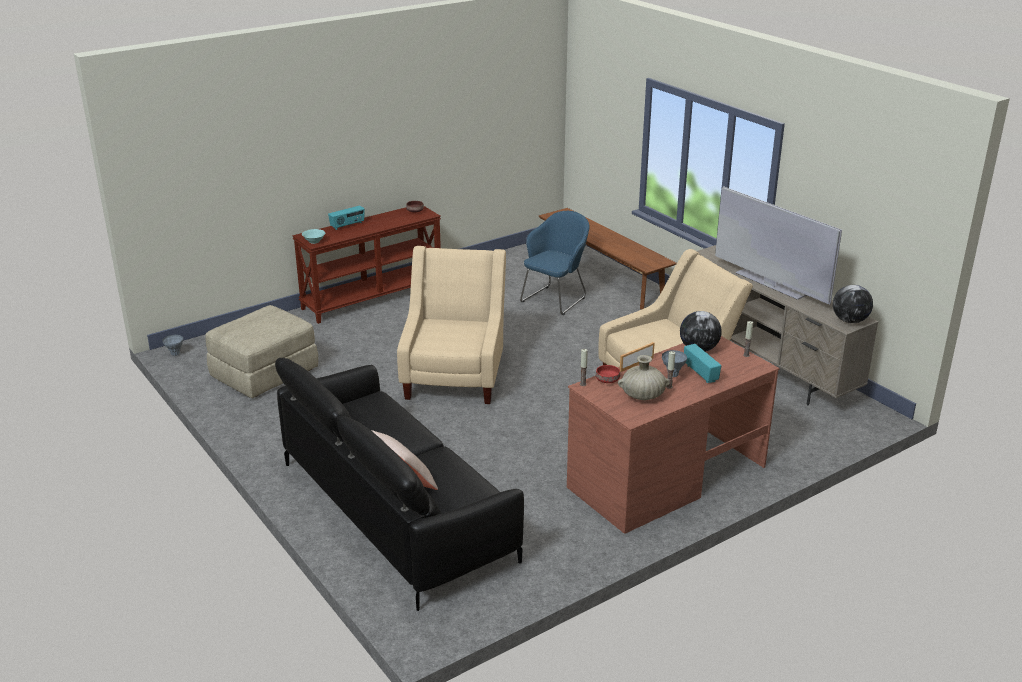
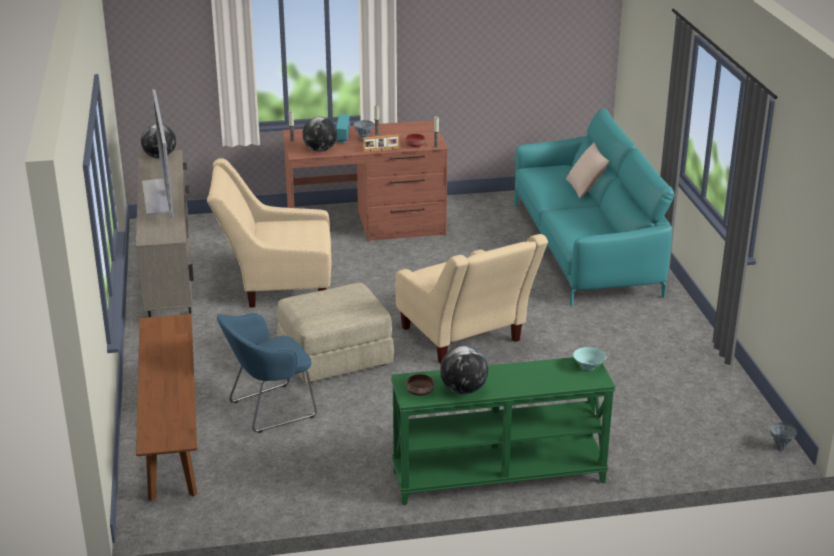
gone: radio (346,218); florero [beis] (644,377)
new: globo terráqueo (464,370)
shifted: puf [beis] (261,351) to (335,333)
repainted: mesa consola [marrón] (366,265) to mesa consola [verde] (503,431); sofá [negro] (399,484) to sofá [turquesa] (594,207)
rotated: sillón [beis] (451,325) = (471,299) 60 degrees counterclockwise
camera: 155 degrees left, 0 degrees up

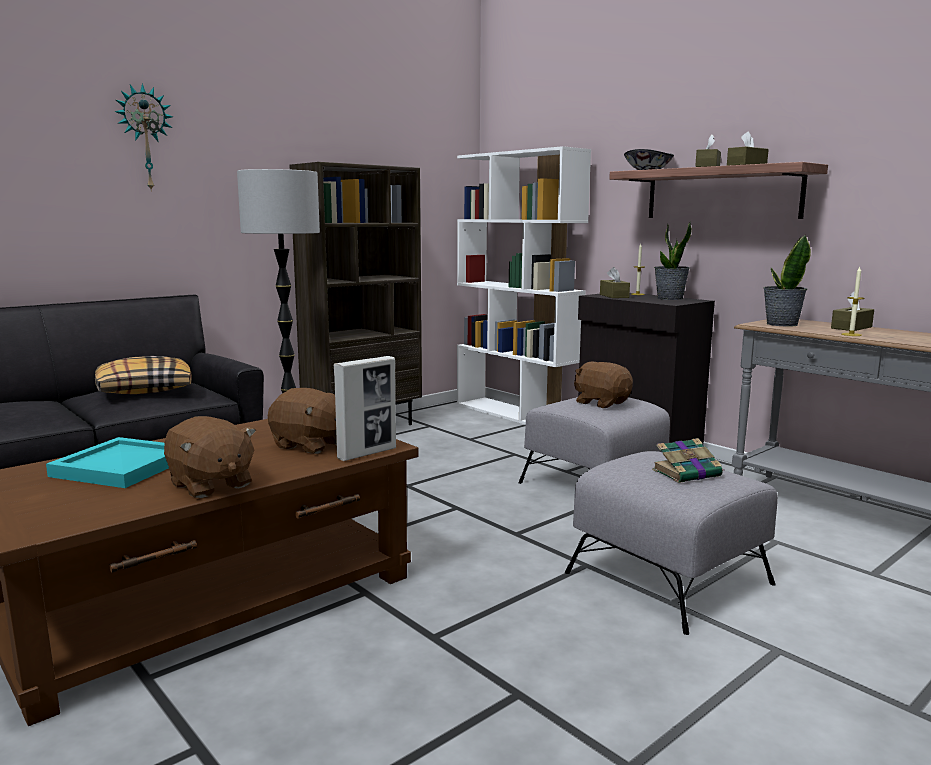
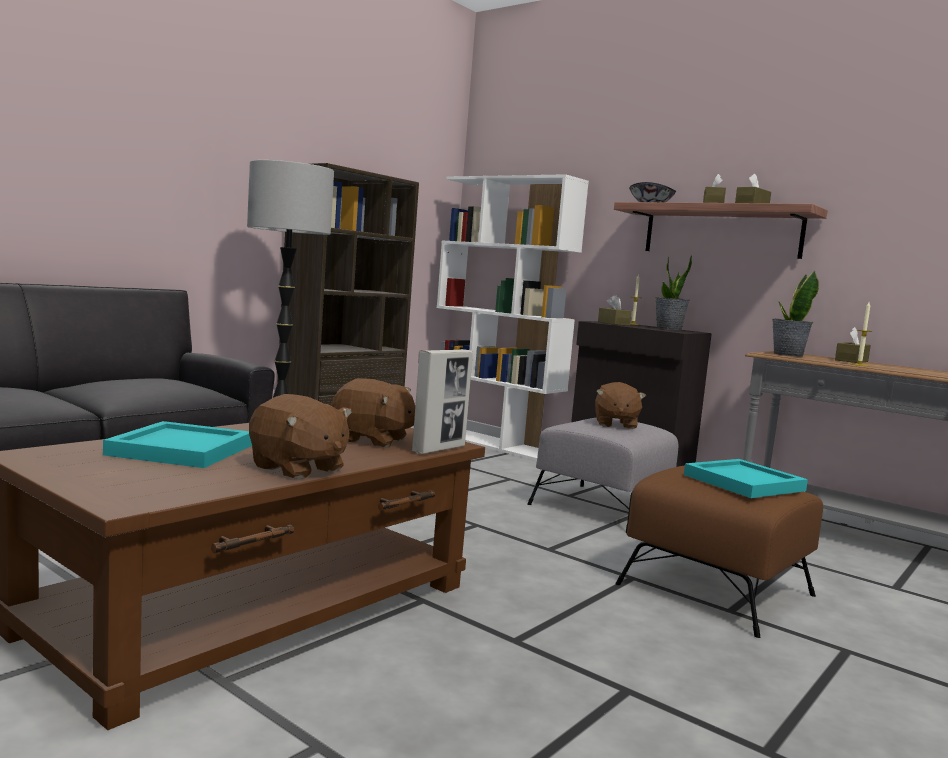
gone: reloj de pared (143,137); cojín (143,375)
swapped: libro (687,460) to bandeja [turquesa] (746,478)
repainted: puf [gris] (671,543) to puf [marrón] (719,552)
rotated: peluche [marrón] (603,384) = (620,405) 120 degrees counterclockwise
camera: 10 degrees left, 5 degrees down

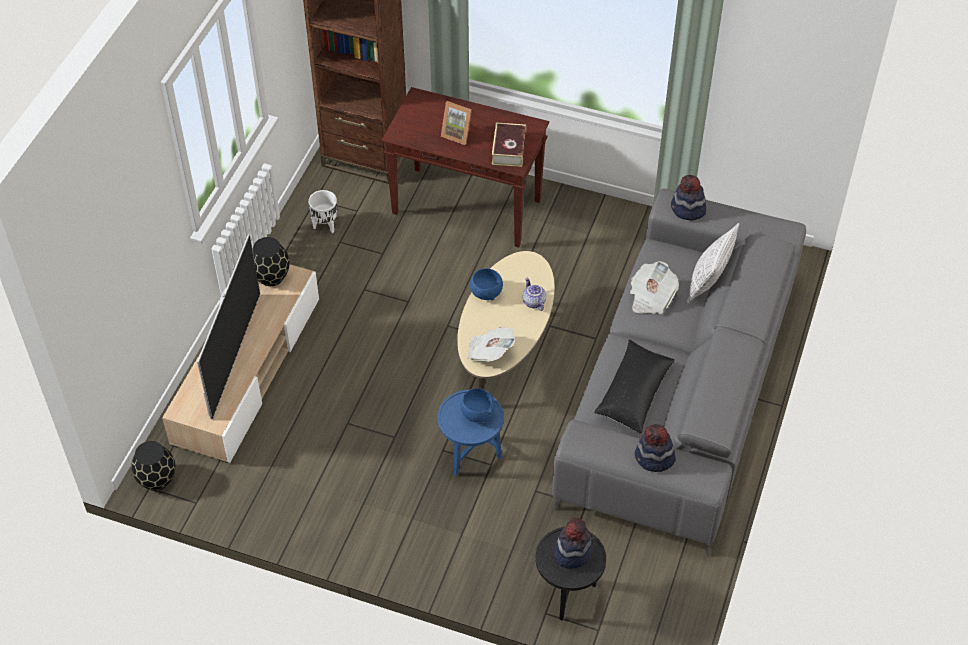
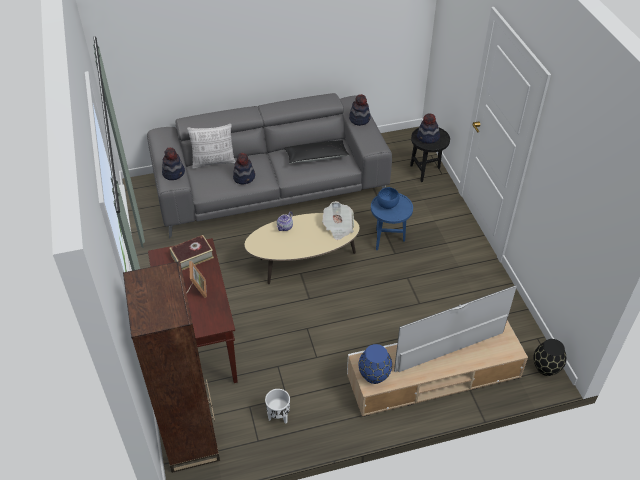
gone: cuenco [azul] (486,284)
swapped: periódico (654,287) to sombrero (244,168)
repainted: florero [negro] (271,261) to florero [azul] (375,364)
camera: 125 degrees left, 5 degrees down

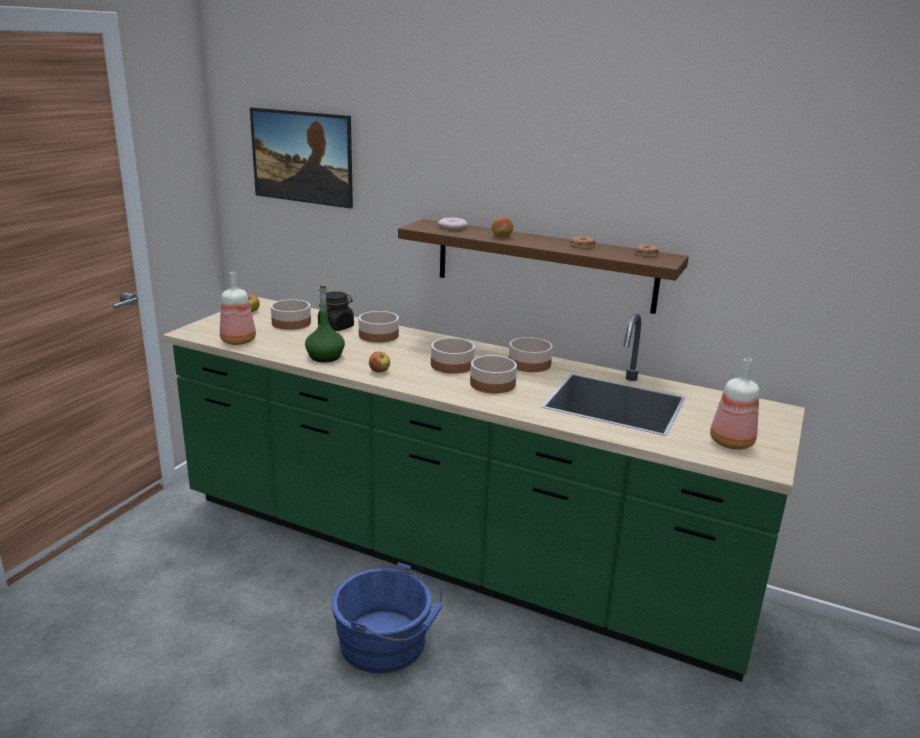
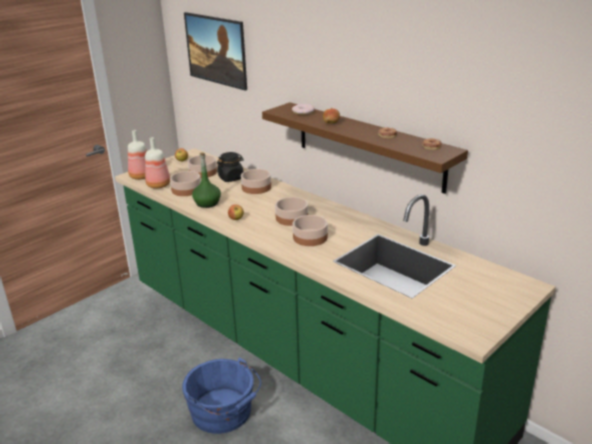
shifted: cuenco (531,354) to (185,183); botella (734,404) to (137,155)
camera: 20 degrees right, 5 degrees up

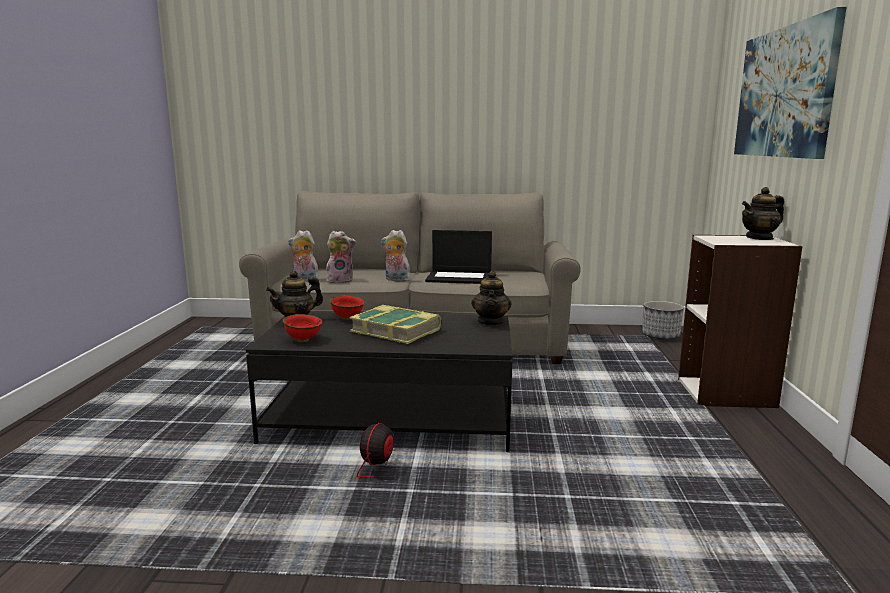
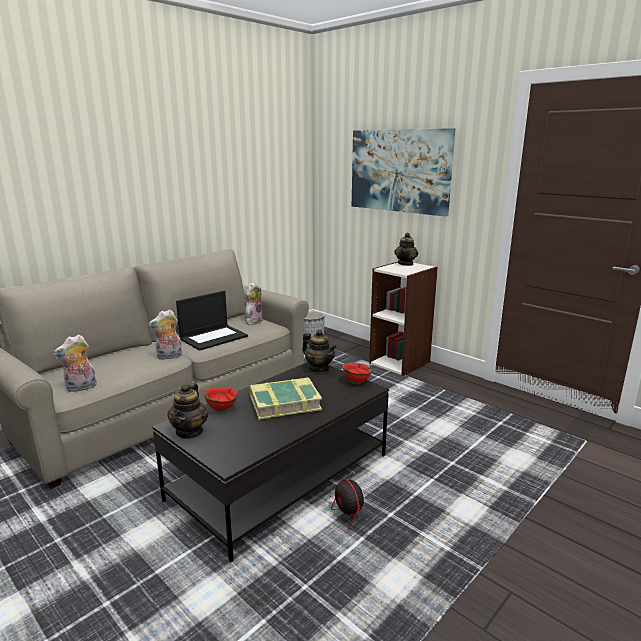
shifted: peluche (341,257) to (253,303); cuenco [rojo] (303,328) to (358,373)
camera: 50 degrees left, 5 degrees up

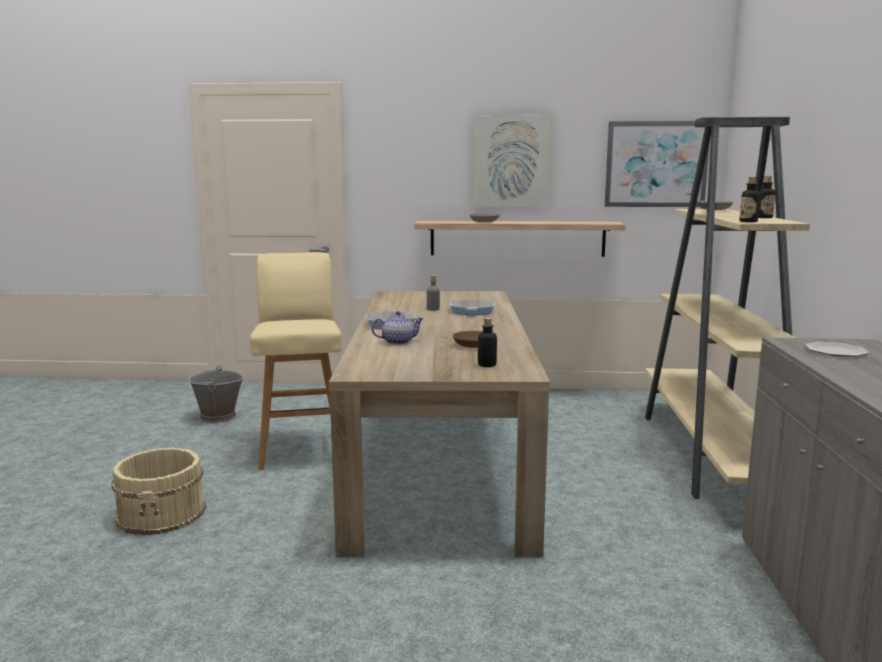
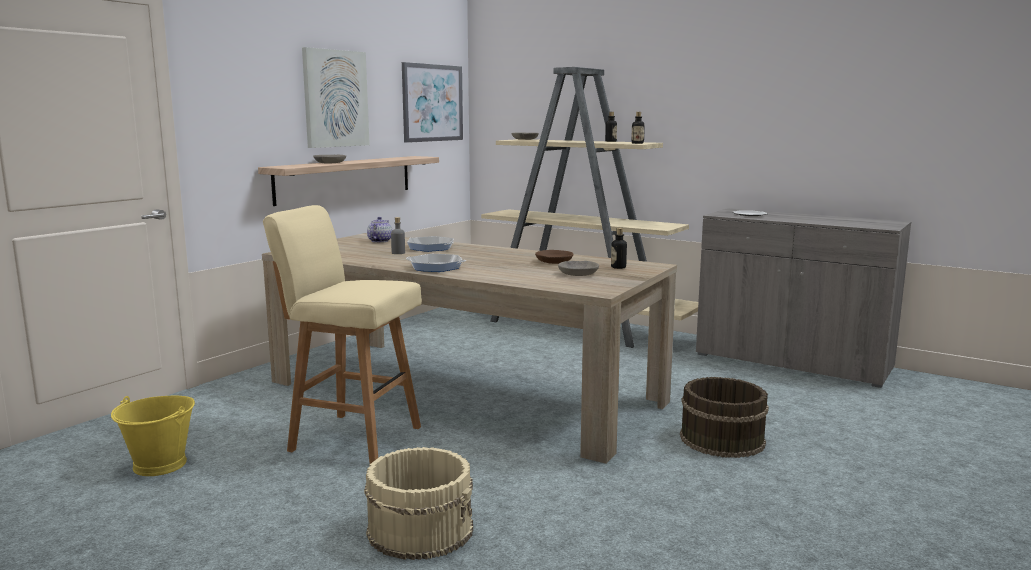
new: cuenco [gris] (578,268); cubo [marrón] (724,417)
shifted: tetera (397,328) to (379,230)
repainted: cubo [gris] (216,394) to cubo [amarillo] (153,436)
camera: 60 degrees left, 0 degrees up

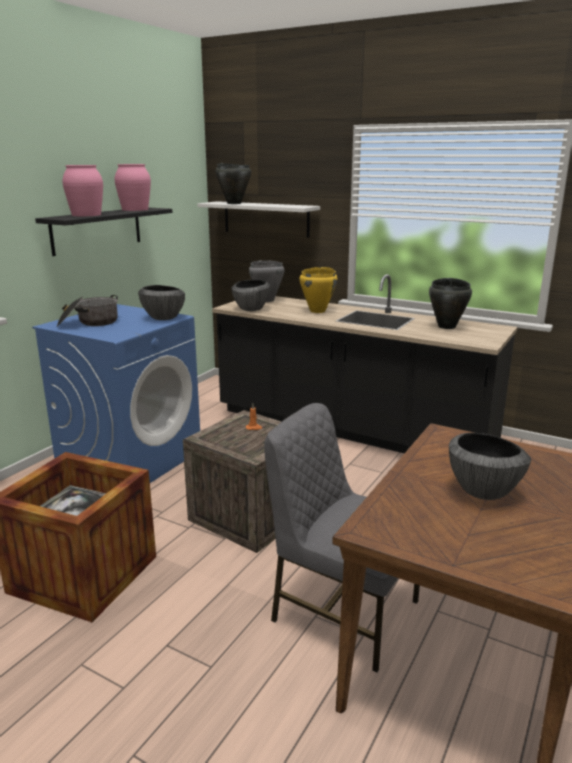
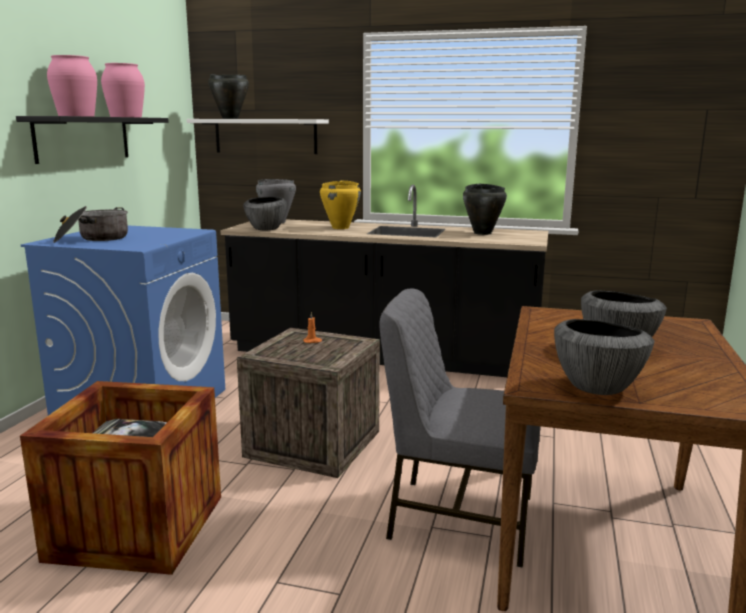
shifted: cuenco (161,302) to (604,357)
camera: 15 degrees left, 5 degrees down

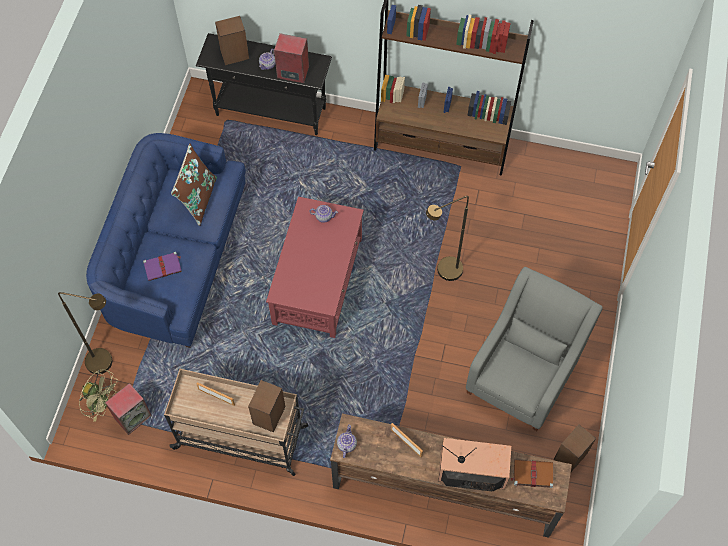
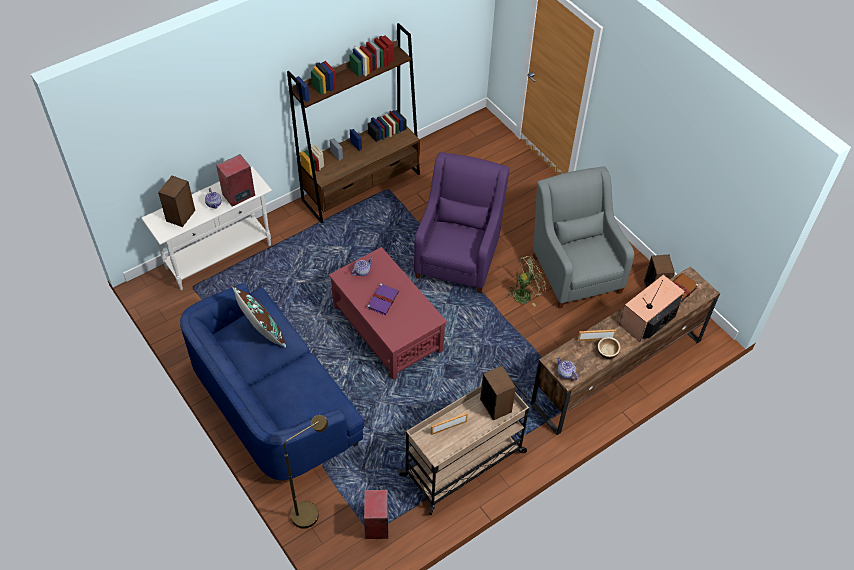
new: cuenco (609,348)
shifted: libro [morado] (162,266) to (383,299); ventilador [verde] (98,395) to (526,280)
swapped: lámpara de pie [marrón] (447,238) to sillón [morado] (461,222)
repainted: mesa consola [negro] (264,84) to mesa consola [blanco] (206,228)
camera: 50 degrees left, 10 degrees down

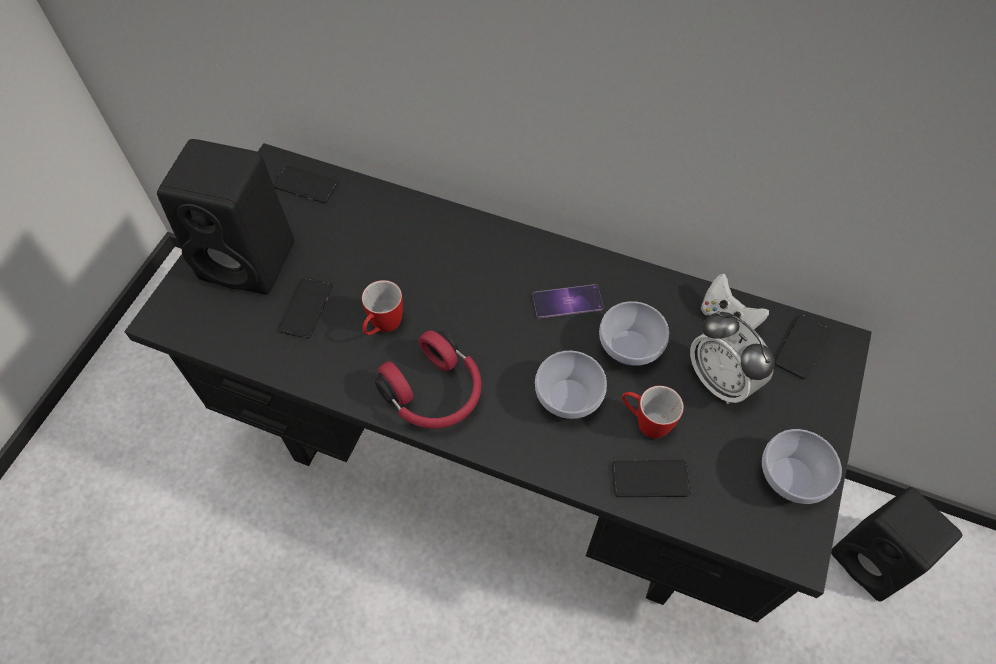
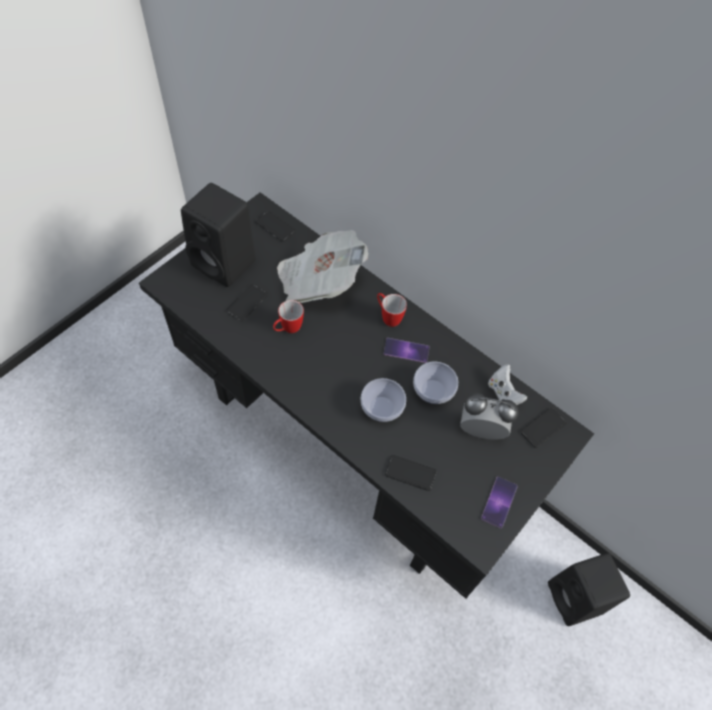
gone: auriculares [rojo] (428,380)
new: periódico (322,266)
shifted: taza grande (653,411) to (392,310)
swapped: cuenco (802,466) to móvil (499,503)
rotated: despertador (732,357) = (489,416) 120 degrees clockwise
camera: 15 degrees right, 0 degrees up

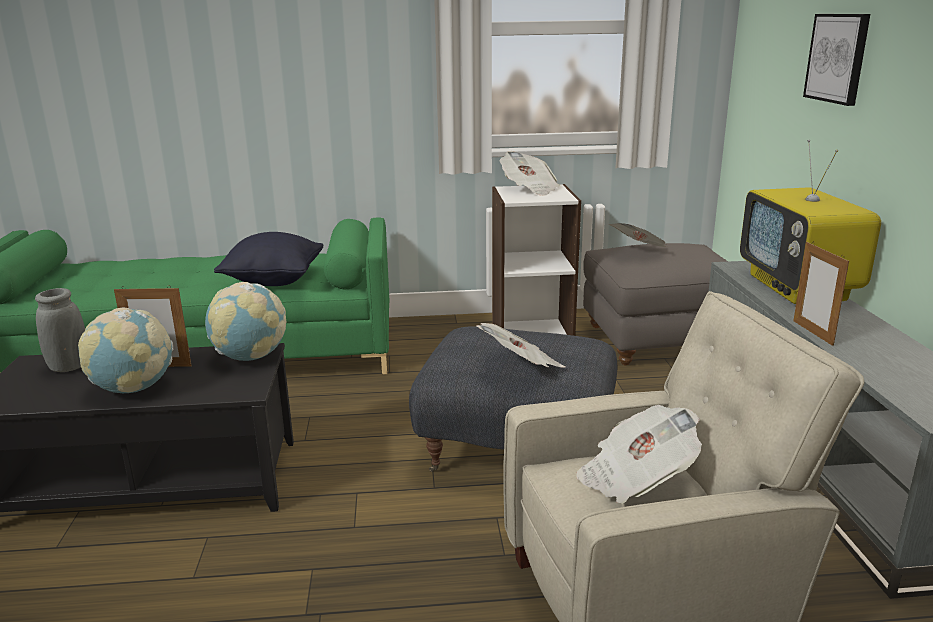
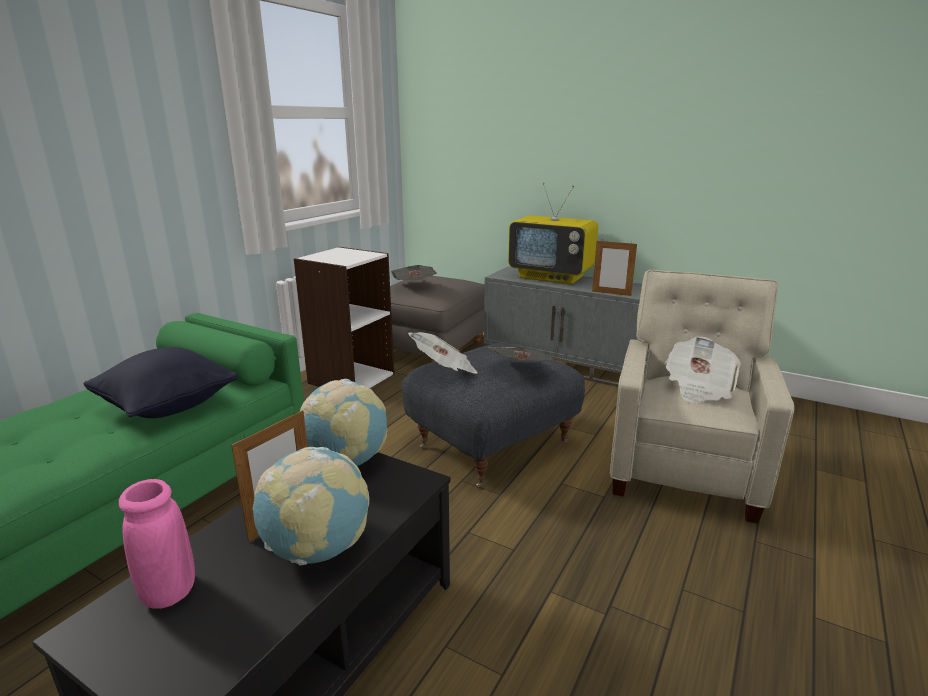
gone: cuadro (836,60)
shifted: periódico (530,173) to (443,353)
repainted: florero [gris] (60,330) to florero [rosa] (157,544)
camera: 55 degrees left, 0 degrees up

